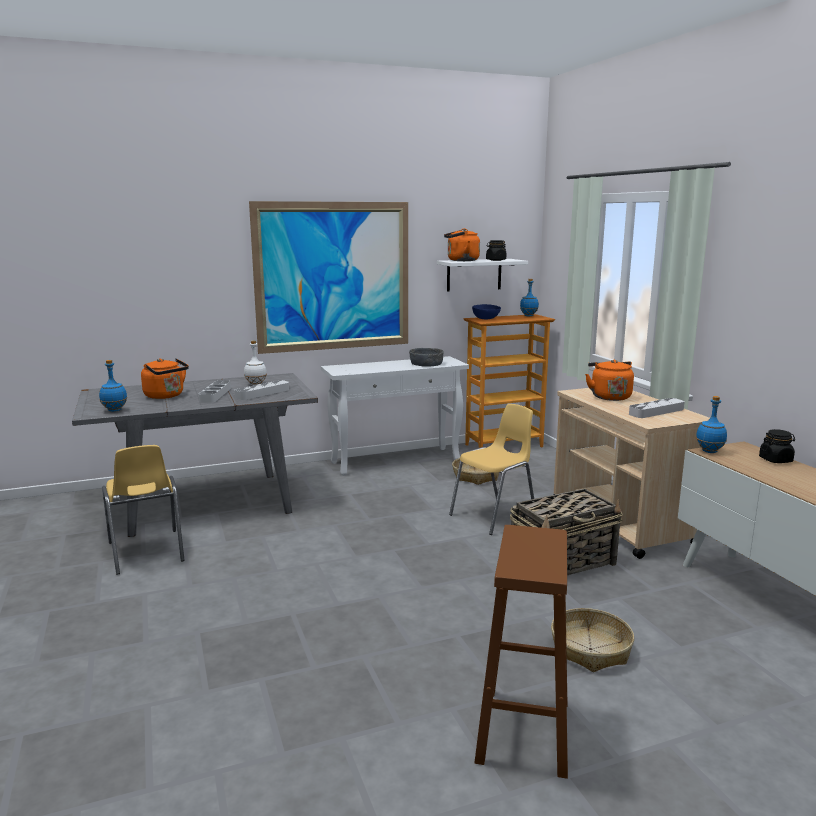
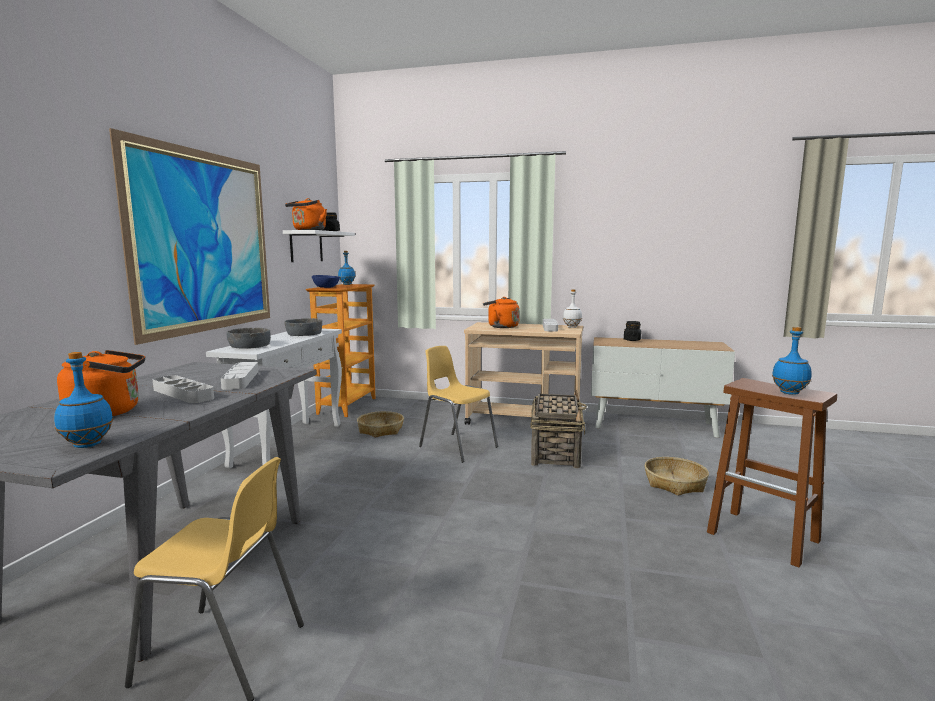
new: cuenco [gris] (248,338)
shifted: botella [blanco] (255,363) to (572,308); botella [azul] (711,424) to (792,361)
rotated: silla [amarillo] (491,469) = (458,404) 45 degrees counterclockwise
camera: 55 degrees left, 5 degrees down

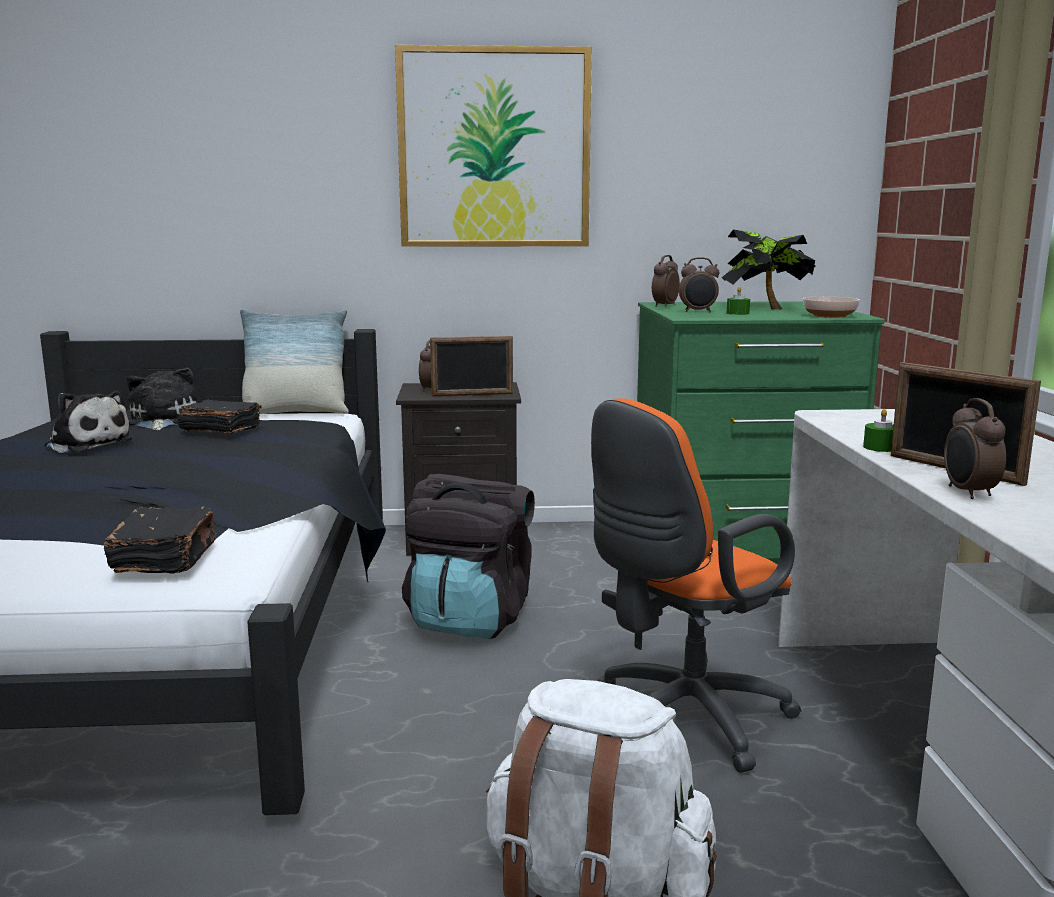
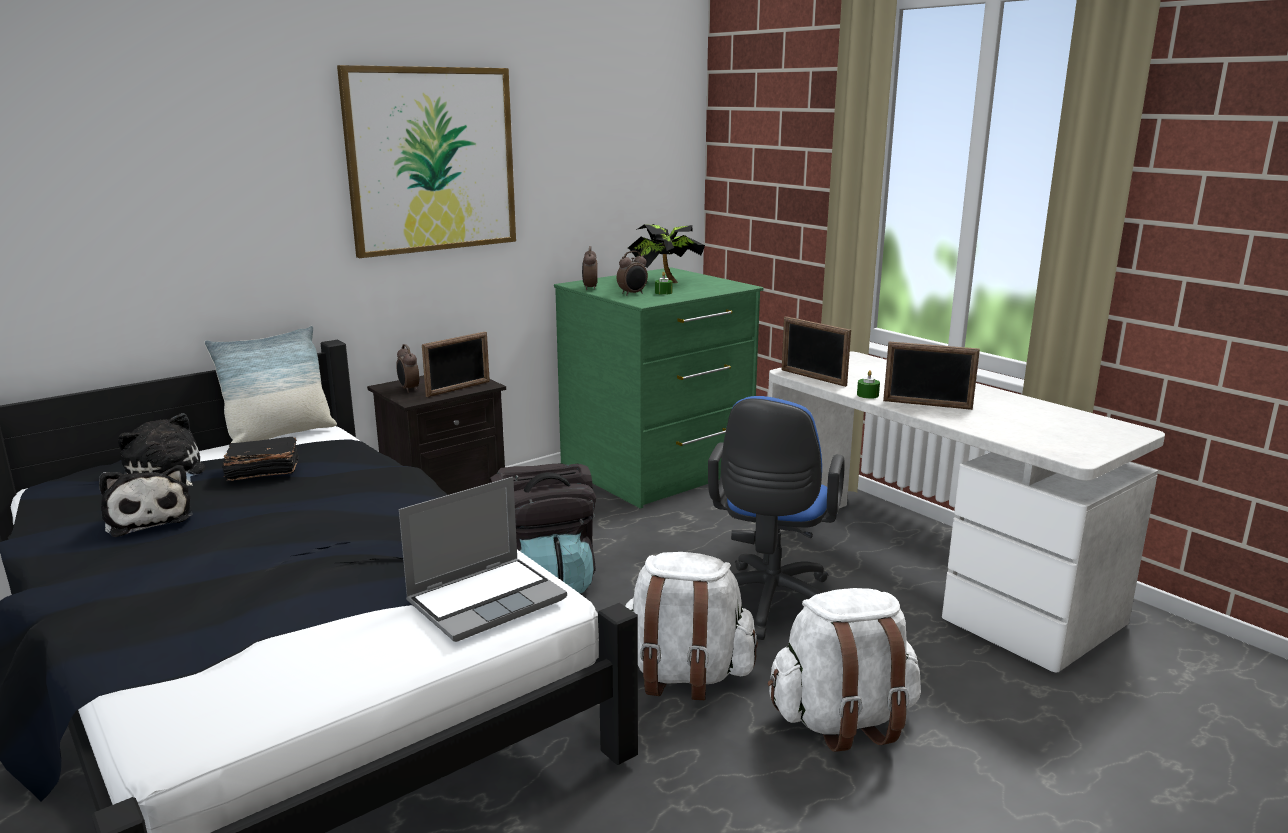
gone: cuenco (831,307); despertador (975,448)
new: portarretratos (816,351); mochila [blanco] (691,626)
swapped: libro [negro] (160,540) to portátil (483,559)
repainted: silla de oficina [naranja] (696,585) to silla de oficina [azul] (776,518)
rotated: peluche (89,422) = (146,501) 60 degrees clockwise
camera: 35 degrees left, 5 degrees up

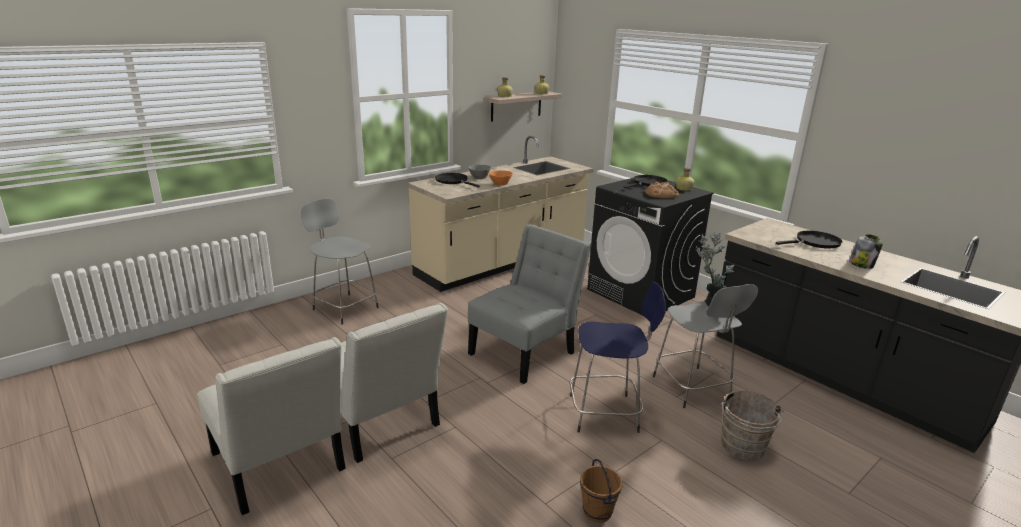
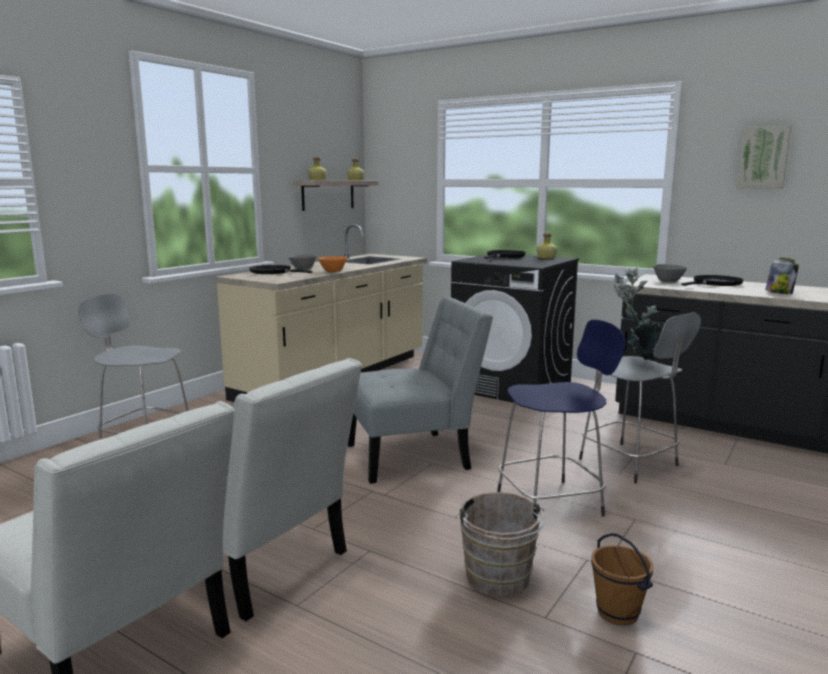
gone: pan (662,190)
new: cuadro (764,157); cuenco [gris] (670,273)
shifted: cubo [marrón] (752,425) to (499,544)
rotated: silla [gris] (530,304) = (420,390) 45 degrees clockwise
camera: 15 degrees left, 10 degrees down

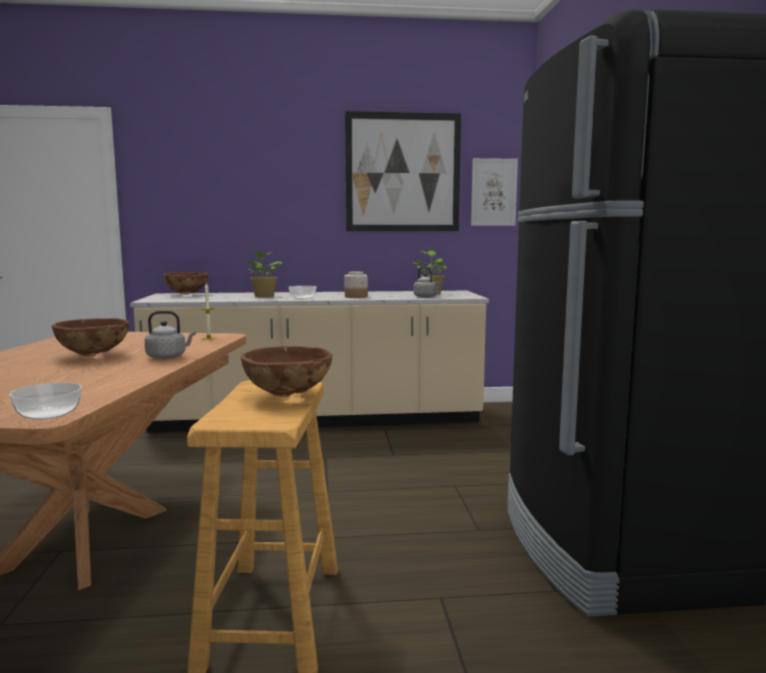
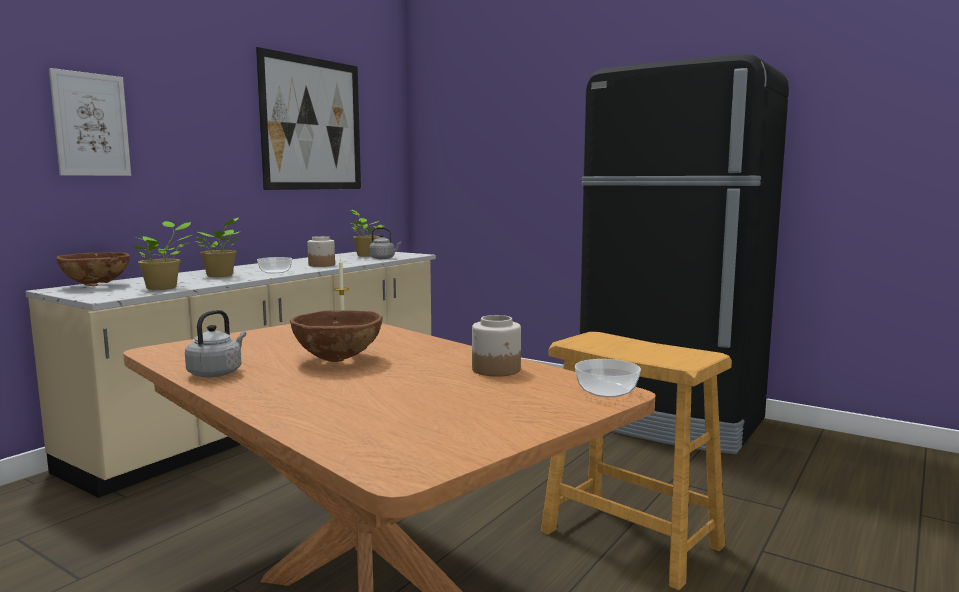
gone: cuenco [marrón] (286,371)
new: planta en maceta (163,255); tarro (496,345)
shifted: cuadro (494,192) to (90,122); hervidor [gris] (170,335) to (215,344)
camera: 50 degrees left, 0 degrees up

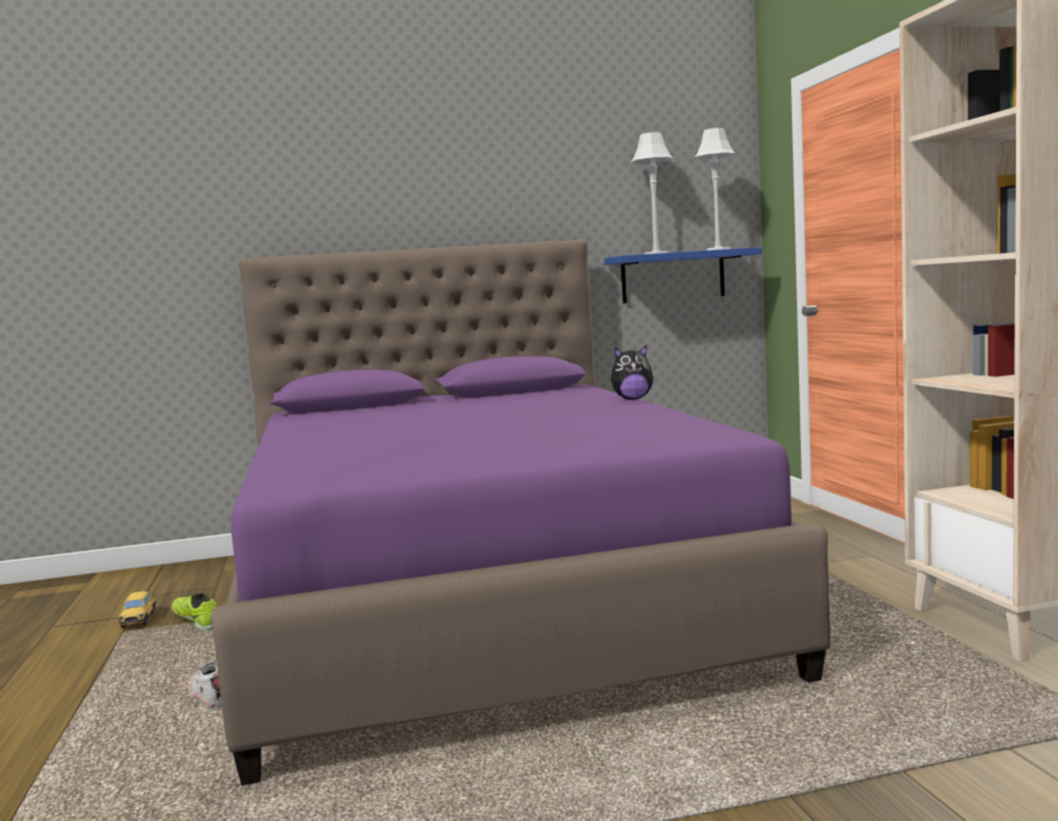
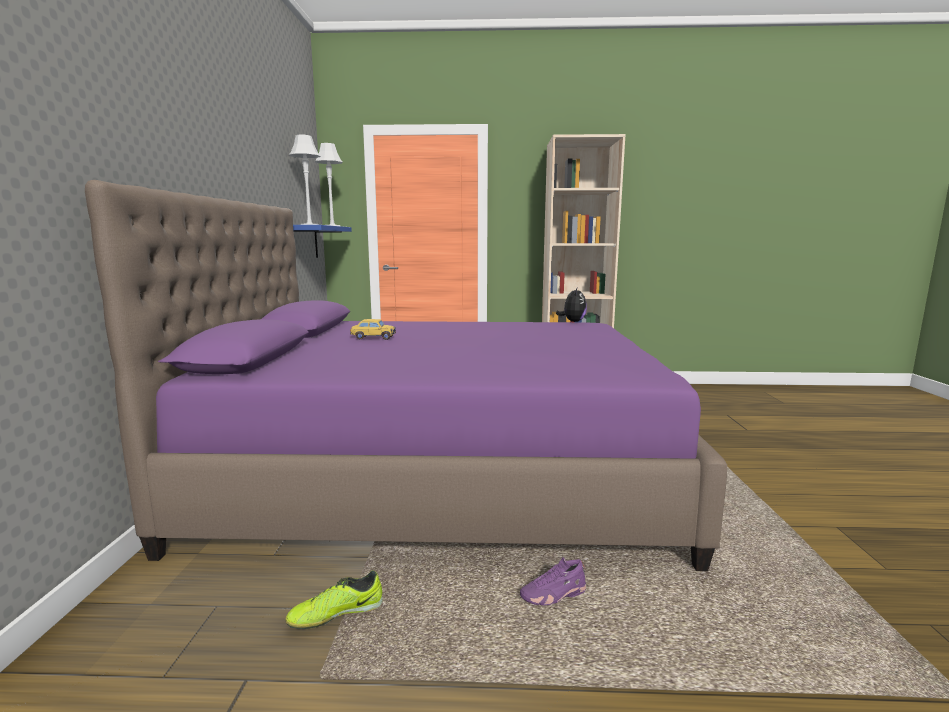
shifted: peluche (632,373) to (571,305); coche de juguete (137,609) to (373,329)
repainted: zapato [blanco] (205,685) to zapato [morado] (553,581)
camera: 75 degrees left, 5 degrees up

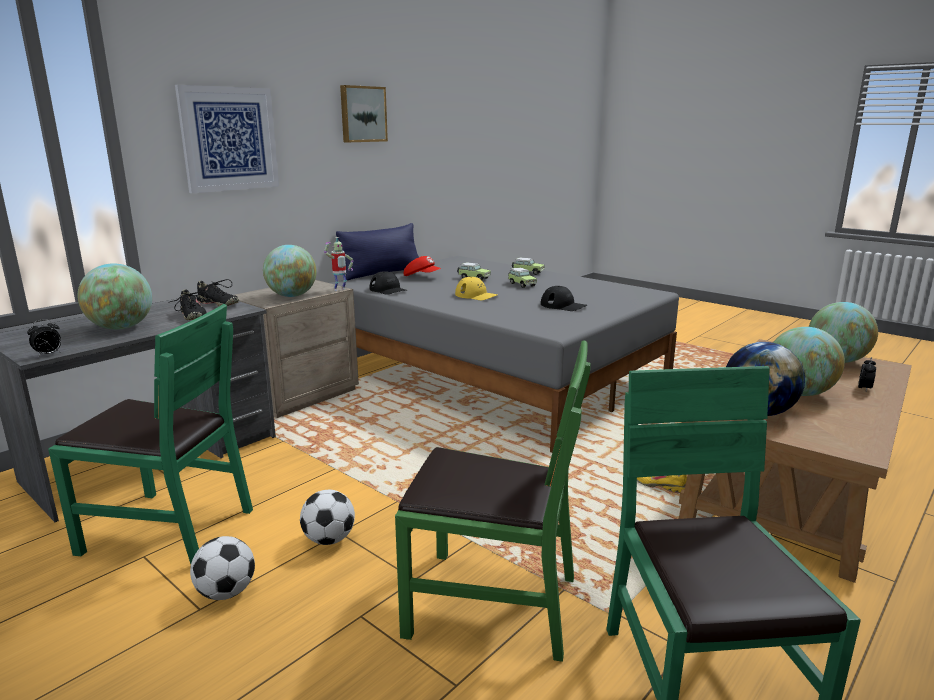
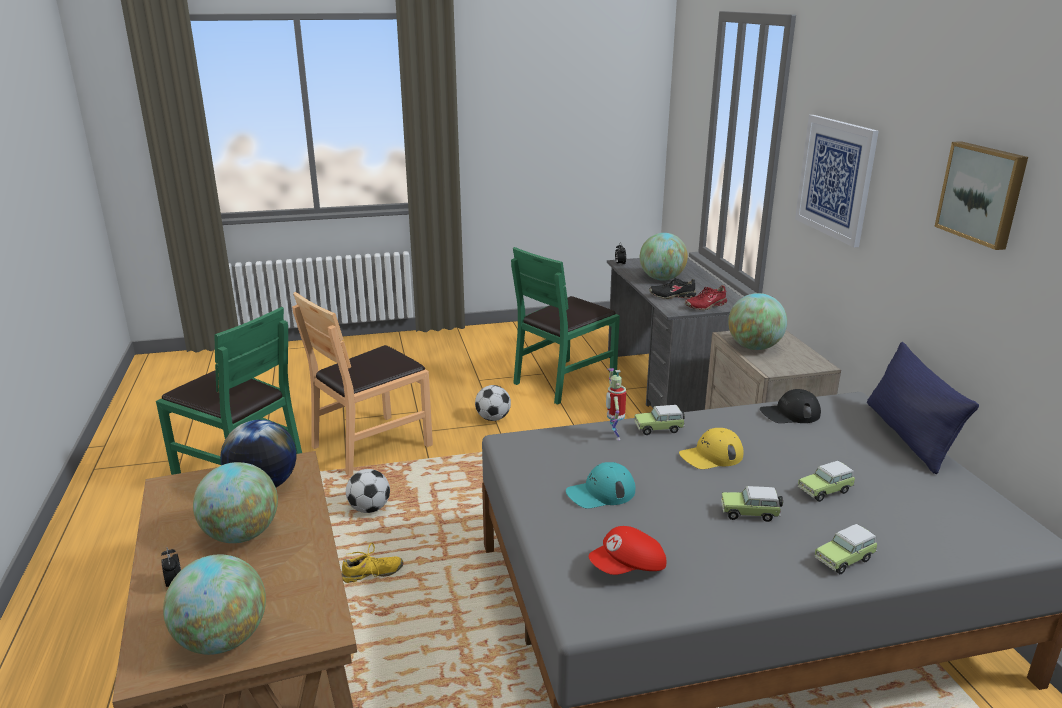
new: coche de juguete (659,420)
shifted: robot de juguete (338,264) to (616,404); gorra [rojo] (422,266) to (627,550); balón de fútbol (222,568) to (368,491)
repainted: zapato [negro] (218,292) to zapato [rojo] (706,297); gorra [negro] (564,298) to gorra [turquesa] (600,485); silla [verde] (493,501) to silla [marrón] (362,384)
camera: 125 degrees right, 5 degrees up

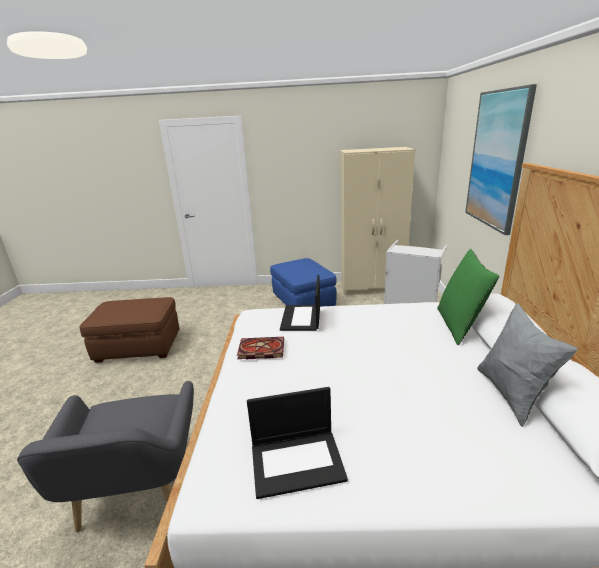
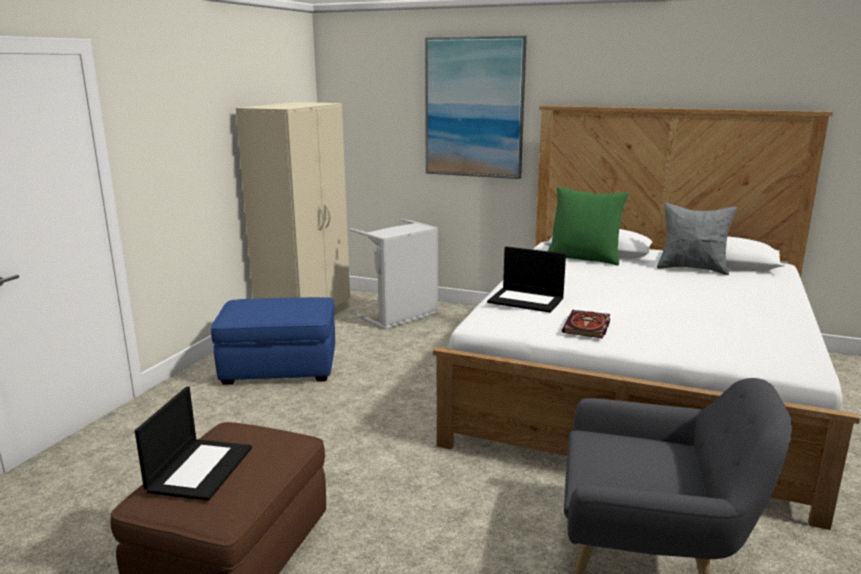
shifted: portátil (297,443) to (193,443)
camera: 70 degrees left, 5 degrees down

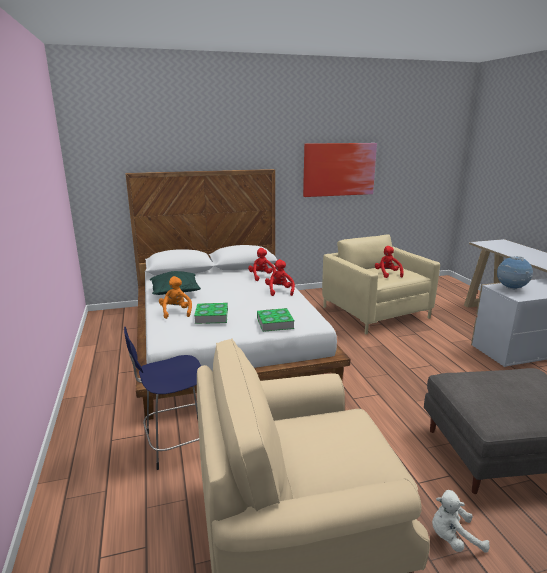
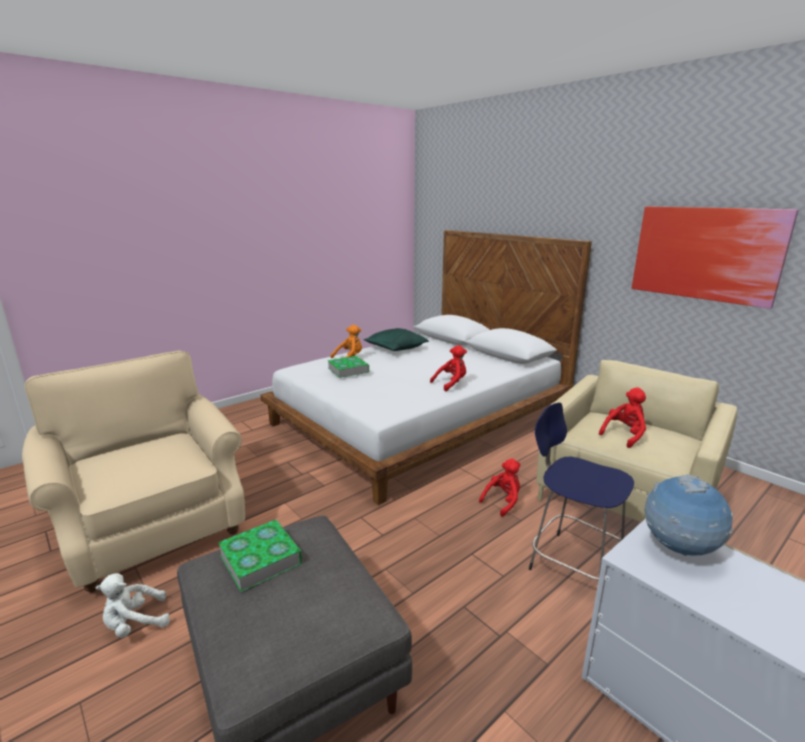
shifted: peluche [rojo] (262,264) to (500,488); libro (276,320) to (260,556); taburete [azul] (162,398) to (581,491)
rotated: peluche [blanco] (461,521) = (133,605) 90 degrees counterclockwise
camera: 65 degrees right, 0 degrees up

